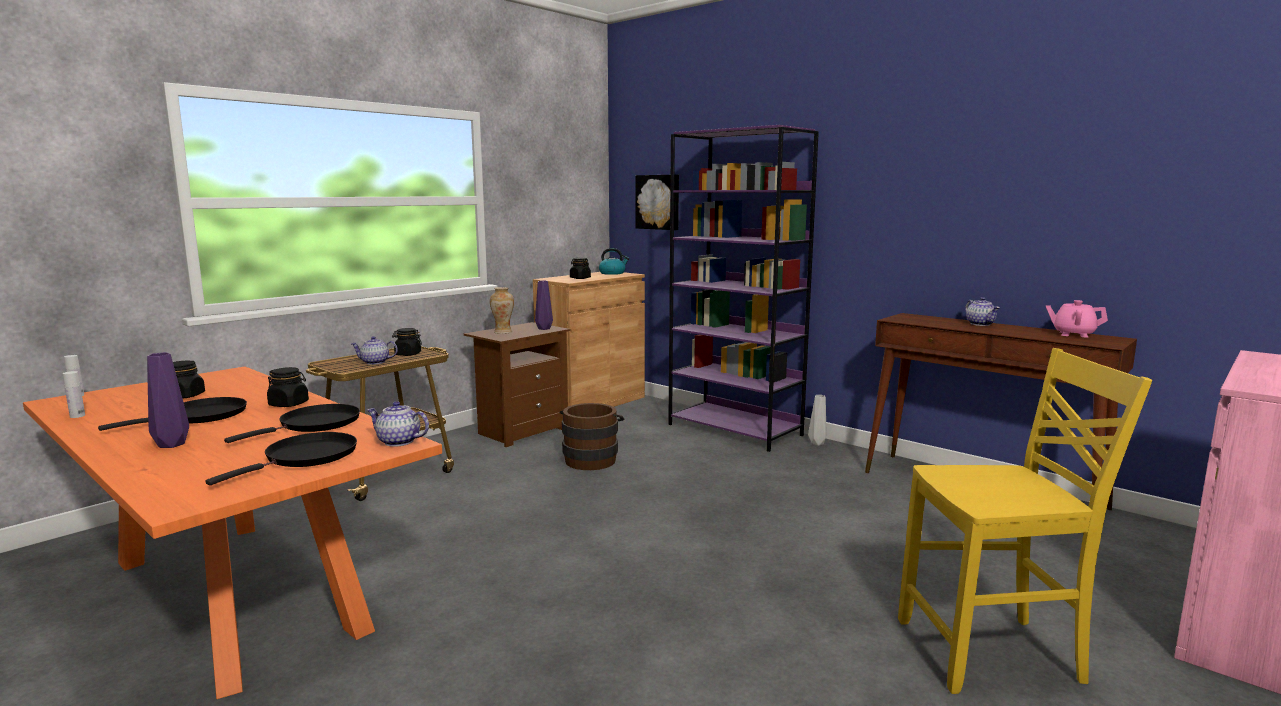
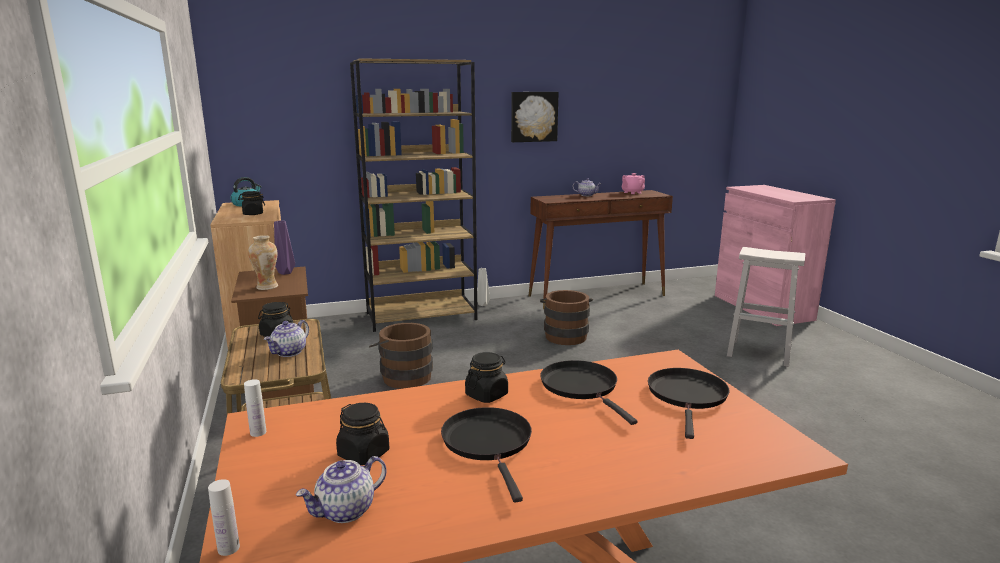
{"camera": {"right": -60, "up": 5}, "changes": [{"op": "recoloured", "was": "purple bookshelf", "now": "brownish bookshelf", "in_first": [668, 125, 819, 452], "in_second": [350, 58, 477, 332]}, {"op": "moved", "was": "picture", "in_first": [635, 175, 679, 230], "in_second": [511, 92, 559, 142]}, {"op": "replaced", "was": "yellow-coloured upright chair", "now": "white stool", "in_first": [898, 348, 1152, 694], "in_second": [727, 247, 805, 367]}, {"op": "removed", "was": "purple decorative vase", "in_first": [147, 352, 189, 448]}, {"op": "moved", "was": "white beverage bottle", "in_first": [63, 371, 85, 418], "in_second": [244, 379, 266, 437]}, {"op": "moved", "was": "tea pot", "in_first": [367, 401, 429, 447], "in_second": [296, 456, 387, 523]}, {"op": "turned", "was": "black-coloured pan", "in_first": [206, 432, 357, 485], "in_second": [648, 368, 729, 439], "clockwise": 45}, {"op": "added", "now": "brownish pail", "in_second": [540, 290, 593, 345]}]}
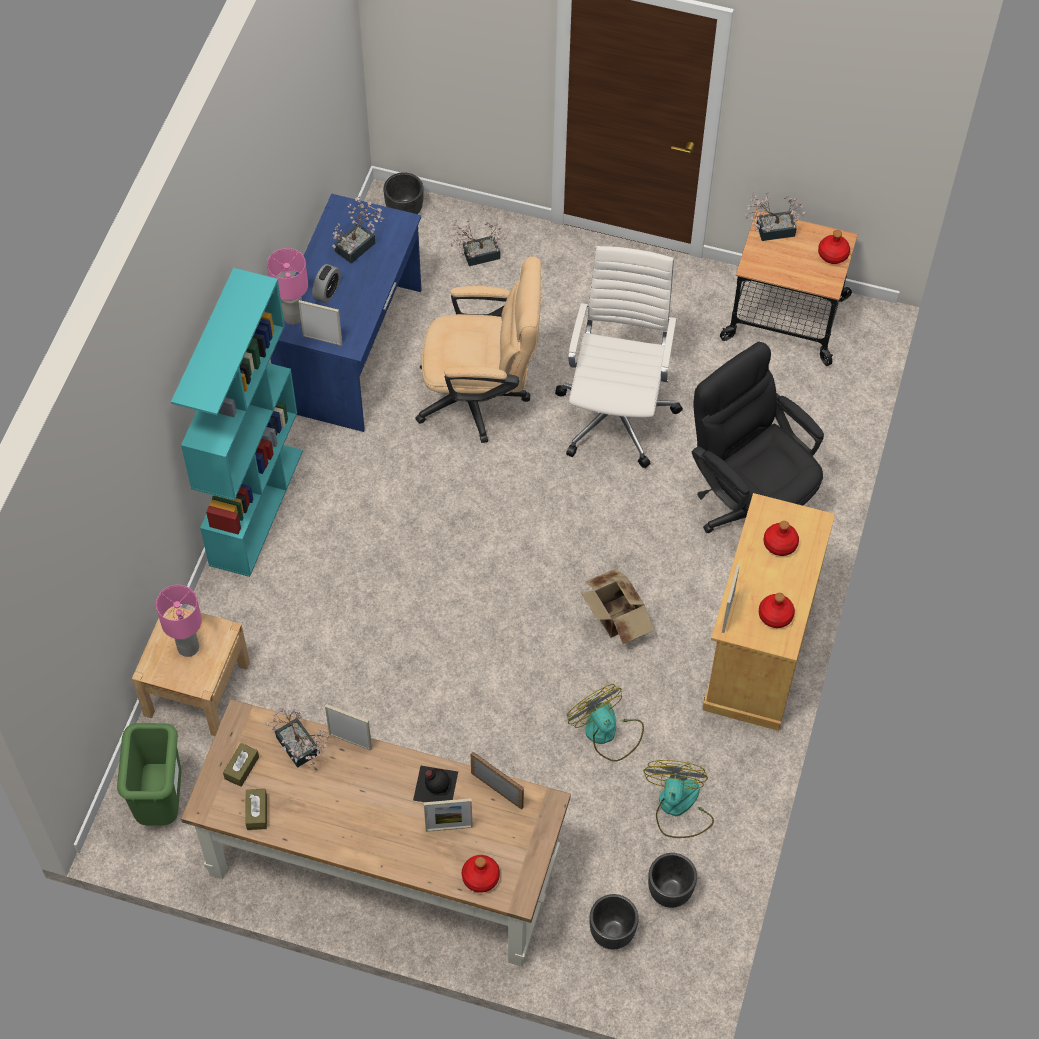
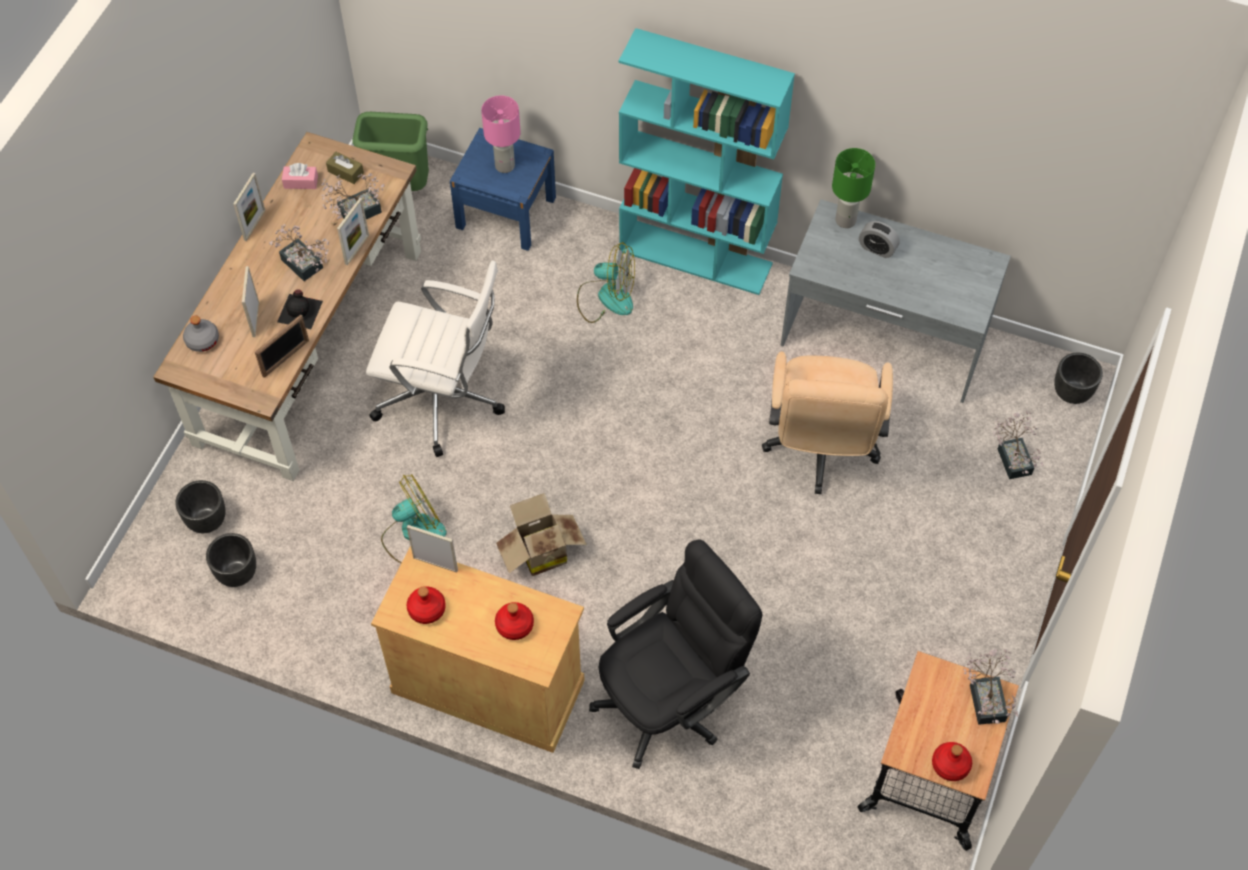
{"camera": {"right": 95, "up": 0}, "changes": [{"op": "recoloured", "was": "blue-coloured desk", "now": "grey desk", "in_first": [270, 194, 421, 432], "in_second": [781, 199, 1011, 403]}, {"op": "moved", "was": "houseplant", "in_first": [332, 196, 384, 264], "in_second": [269, 224, 329, 281]}, {"op": "moved", "was": "white computer chair", "in_first": [555, 246, 683, 468], "in_second": [366, 261, 505, 457]}, {"op": "recoloured", "was": "pink lamp for a table", "now": "green-coloured lamp for a table", "in_first": [267, 248, 308, 325], "in_second": [832, 148, 875, 228]}, {"op": "moved", "was": "picture frame", "in_first": [299, 300, 342, 346], "in_second": [233, 173, 265, 241]}, {"op": "recoloured", "was": "beige-coloured night table", "now": "blue-coloured night table", "in_first": [132, 606, 250, 736], "in_second": [450, 128, 556, 251]}, {"op": "moved", "was": "cooling fan", "in_first": [643, 760, 714, 838], "in_second": [577, 242, 635, 323]}, {"op": "recoloured", "was": "brownish box of tissues", "now": "pink box of tissues", "in_first": [245, 789, 267, 830], "in_second": [282, 163, 318, 189]}, {"op": "recoloured", "was": "red-coloured beverage bottle", "now": "grey beverage bottle", "in_first": [462, 855, 500, 893], "in_second": [183, 316, 219, 352]}]}
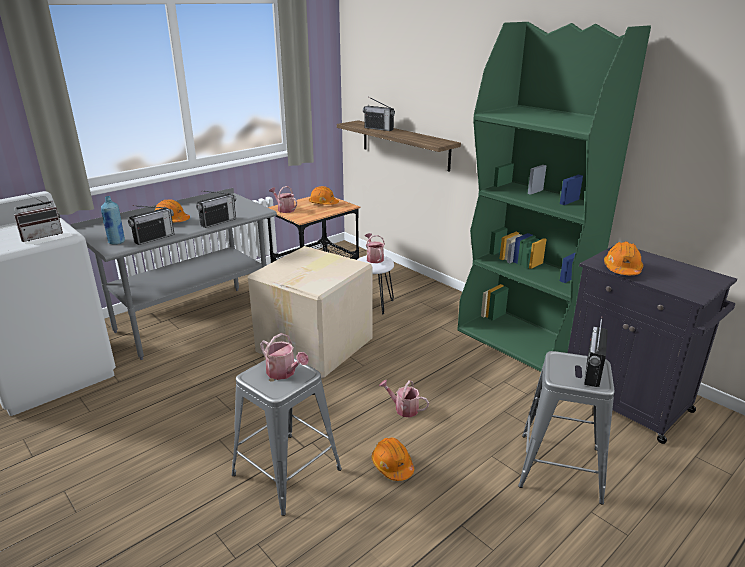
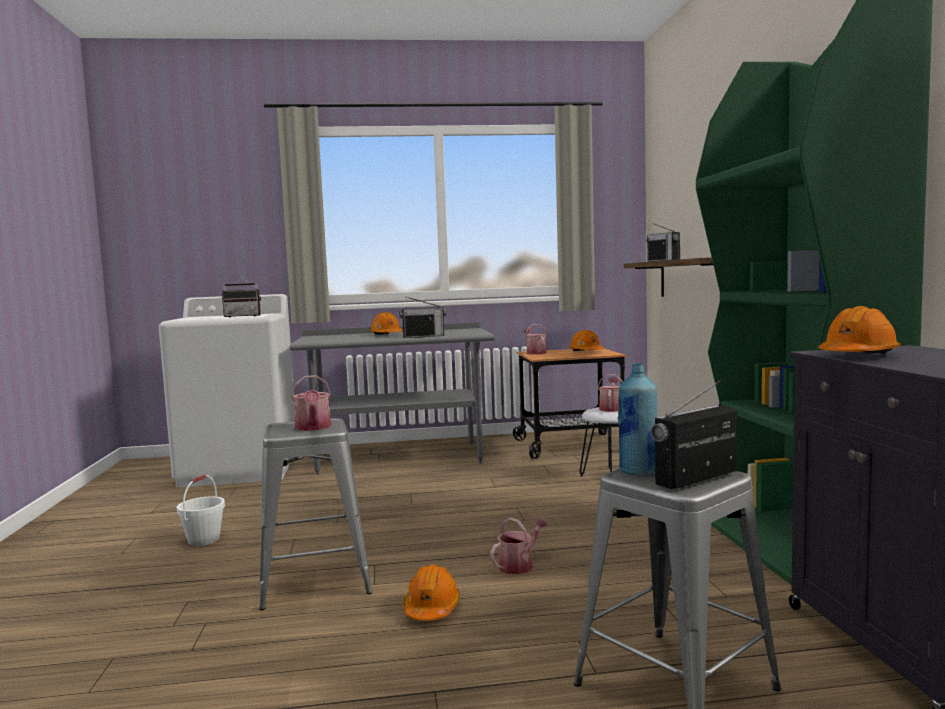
{"camera": {"right": 35, "up": -20}, "changes": [{"op": "moved", "was": "blue-coloured beverage bottle", "in_first": [101, 196, 125, 245], "in_second": [618, 363, 657, 476]}, {"op": "removed", "was": "radio receiver", "in_first": [128, 205, 175, 245]}, {"op": "removed", "was": "packing box", "in_first": [248, 246, 373, 379]}, {"op": "turned", "was": "watering can", "in_first": [379, 379, 429, 417], "in_second": [490, 517, 548, 575], "clockwise": 75}, {"op": "added", "now": "white pail", "in_second": [177, 475, 225, 546]}]}
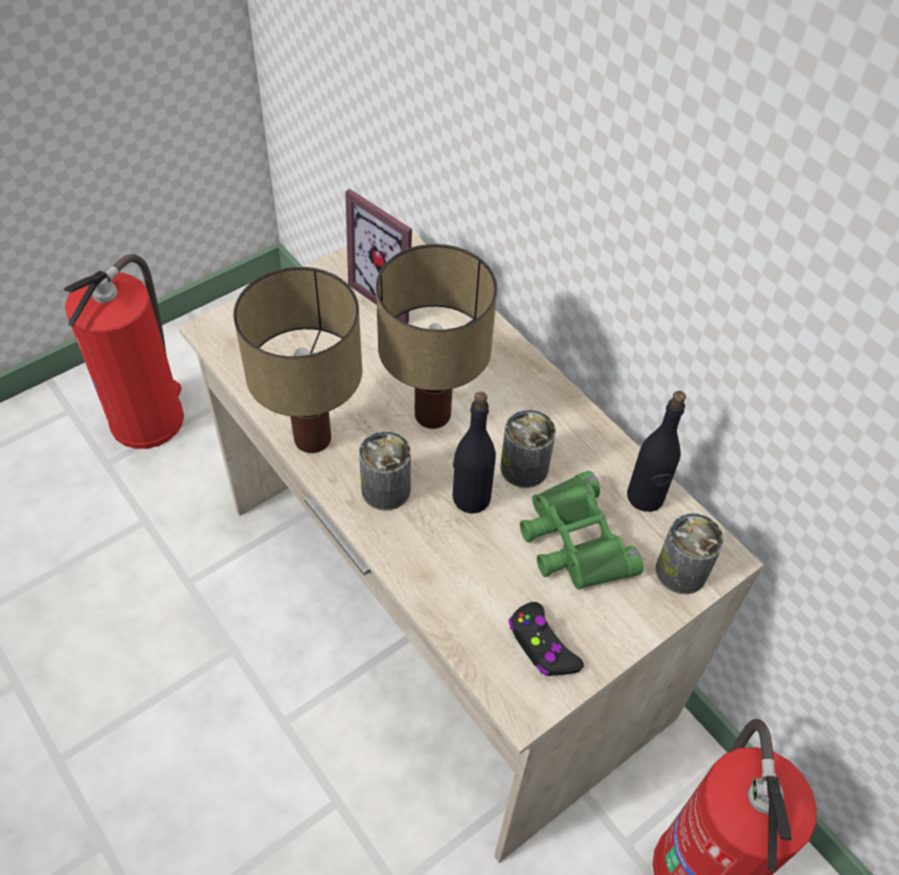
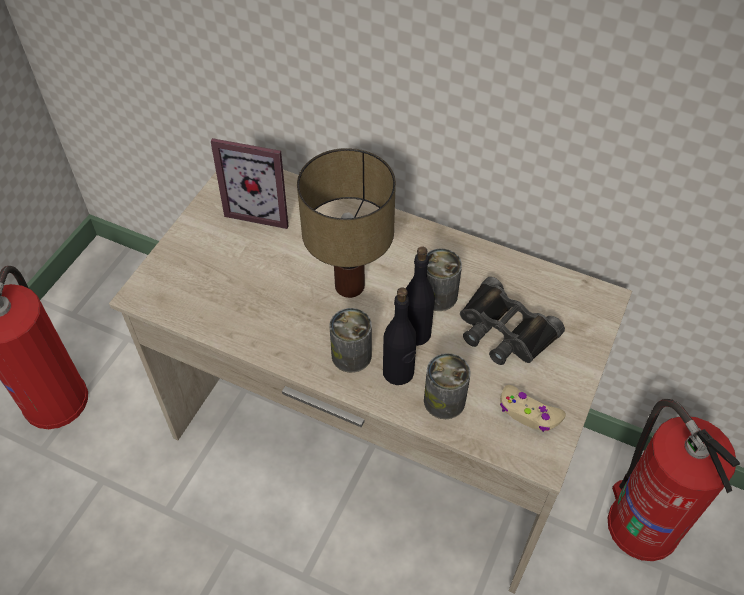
{"camera": {"right": -25, "up": 0}, "changes": [{"op": "removed", "was": "lamp for a table", "in_first": [234, 267, 362, 453]}, {"op": "moved", "was": "black-coloured beverage bottle", "in_first": [627, 391, 686, 512], "in_second": [383, 288, 417, 385]}, {"op": "recoloured", "was": "green-coloured pair of binoculars", "now": "black-coloured pair of binoculars", "in_first": [520, 470, 644, 590], "in_second": [460, 277, 565, 365]}, {"op": "moved", "was": "metal can", "in_first": [656, 513, 724, 594], "in_second": [424, 353, 471, 419]}, {"op": "recoloured", "was": "black-coloured joypad", "now": "beige-coloured joypad", "in_first": [509, 602, 584, 676], "in_second": [500, 385, 566, 432]}]}
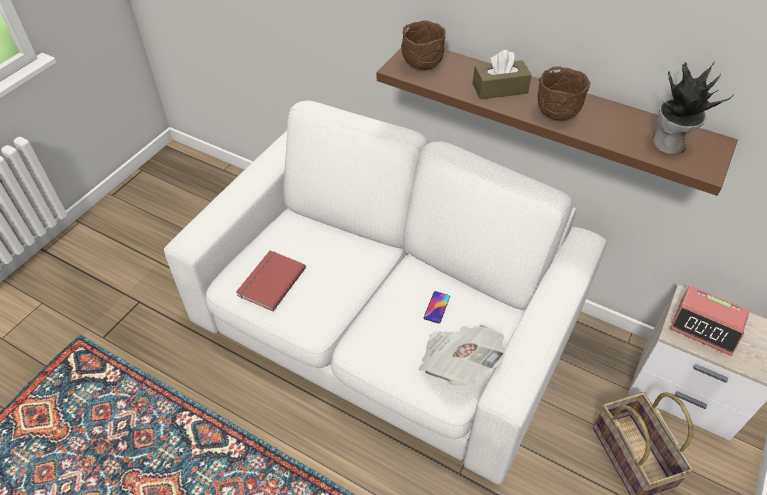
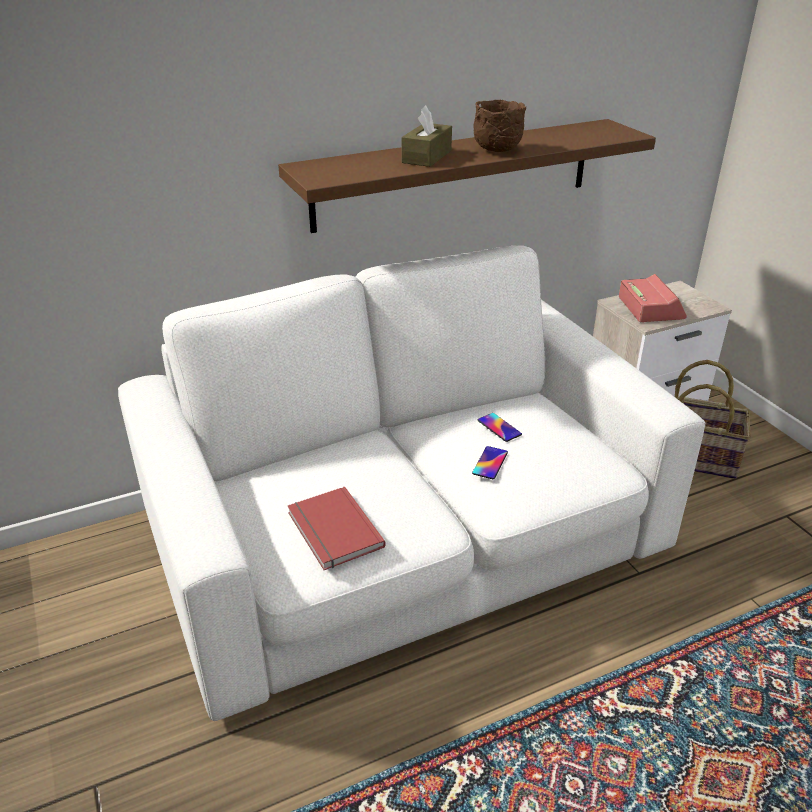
{"camera": {"right": -55, "up": -15}, "changes": [{"op": "removed", "was": "brownish deep dish", "in_first": [401, 20, 446, 70]}, {"op": "removed", "was": "houseplant", "in_first": [653, 61, 733, 154]}, {"op": "turned", "was": "alarm clock", "in_first": [670, 286, 750, 356], "in_second": [619, 274, 687, 322], "clockwise": -75}, {"op": "removed", "was": "newspaper", "in_first": [419, 325, 505, 386]}, {"op": "added", "now": "telephone", "in_second": [472, 446, 508, 479]}]}
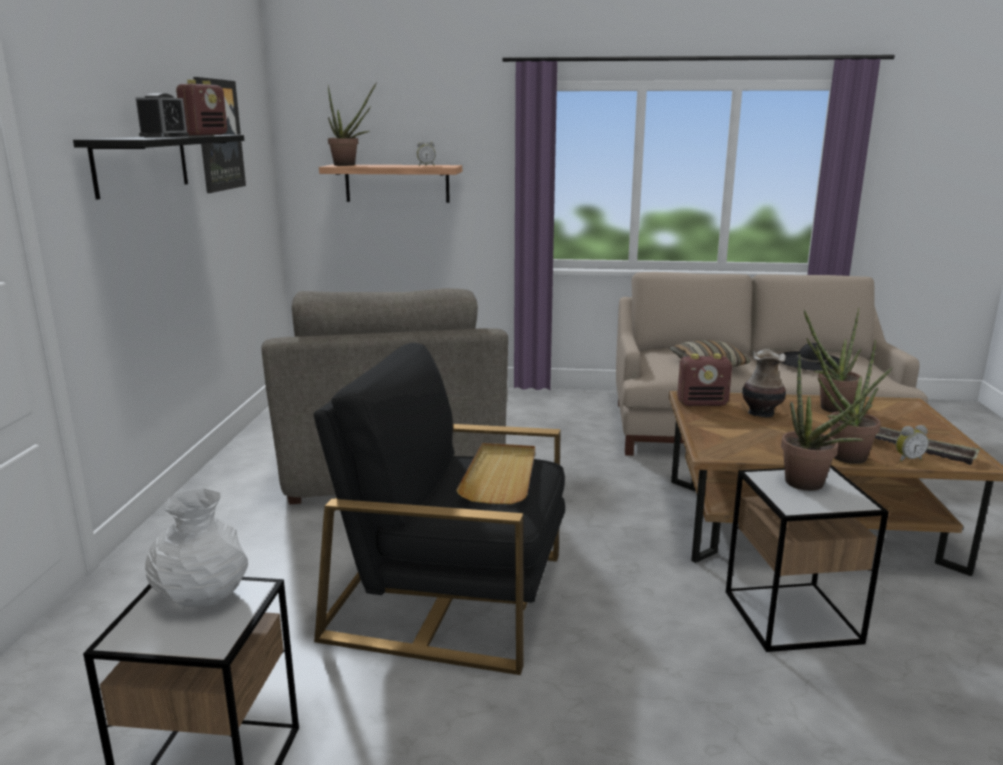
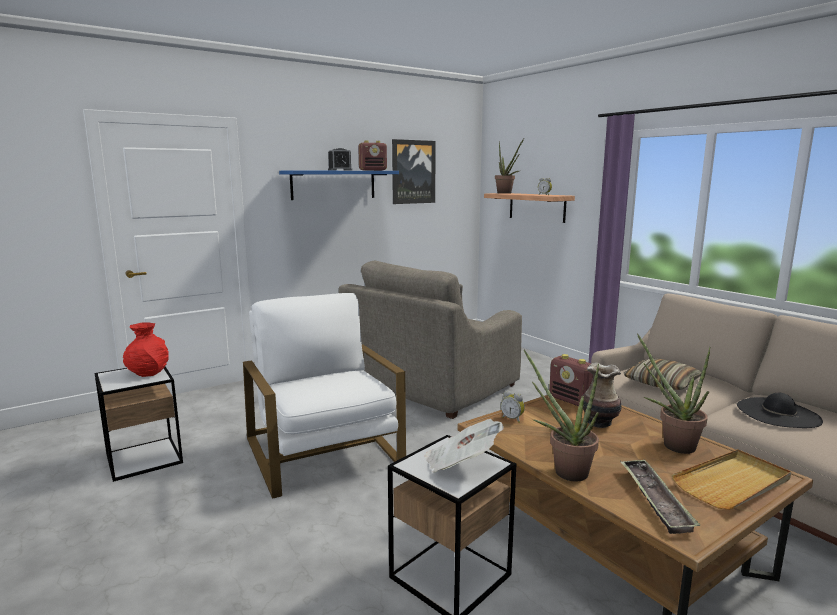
{"camera": {"right": 50, "up": -5}, "changes": [{"op": "recoloured", "was": "black-coloured bracket shelf", "now": "blue-coloured bracket shelf", "in_first": [73, 135, 244, 200], "in_second": [279, 170, 399, 200]}, {"op": "recoloured", "was": "black-coloured armchair", "now": "white armchair", "in_first": [314, 343, 565, 675], "in_second": [243, 293, 406, 499]}, {"op": "replaced", "was": "houseplant", "now": "newspaper", "in_first": [781, 354, 893, 491], "in_second": [425, 419, 504, 473]}, {"op": "moved", "was": "alarm clock", "in_first": [896, 425, 929, 462], "in_second": [501, 390, 525, 423]}, {"op": "moved", "was": "beige-coloured tray", "in_first": [456, 443, 535, 504], "in_second": [672, 449, 791, 510]}, {"op": "recoloured", "was": "white decorative vase", "now": "red-coloured decorative vase", "in_first": [145, 488, 248, 607], "in_second": [123, 323, 169, 377]}]}
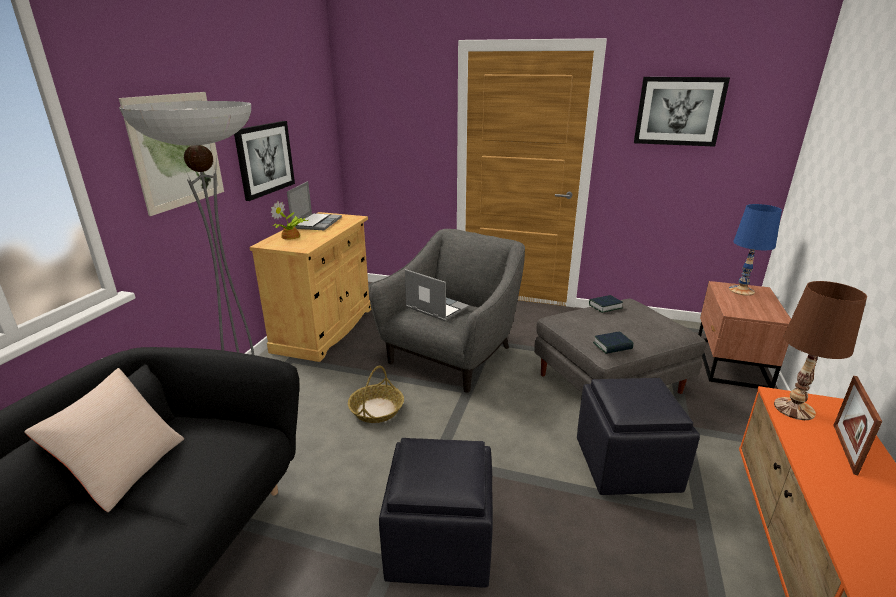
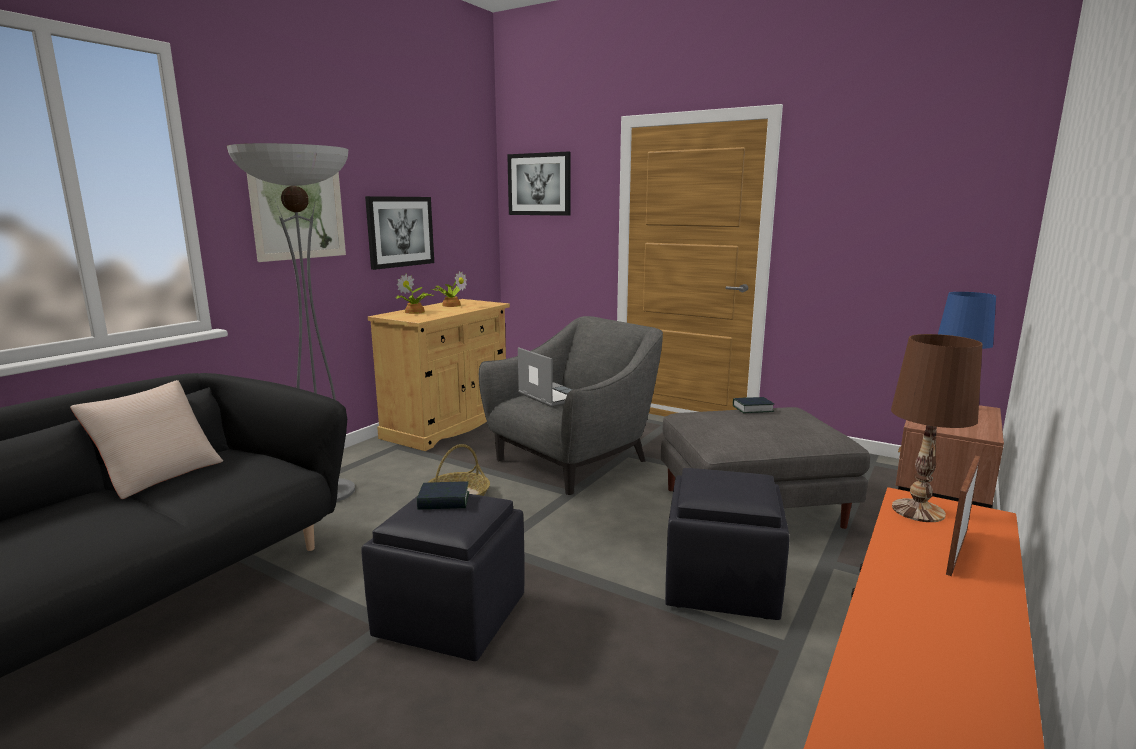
{"camera": {"right": 15, "up": -10}, "changes": [{"op": "moved", "was": "picture", "in_first": [634, 77, 730, 147], "in_second": [507, 152, 571, 216]}, {"op": "replaced", "was": "notebook computer", "now": "houseplant", "in_first": [287, 181, 342, 230], "in_second": [431, 271, 467, 307]}, {"op": "moved", "was": "bound book", "in_first": [593, 331, 633, 354], "in_second": [417, 481, 469, 510]}]}
